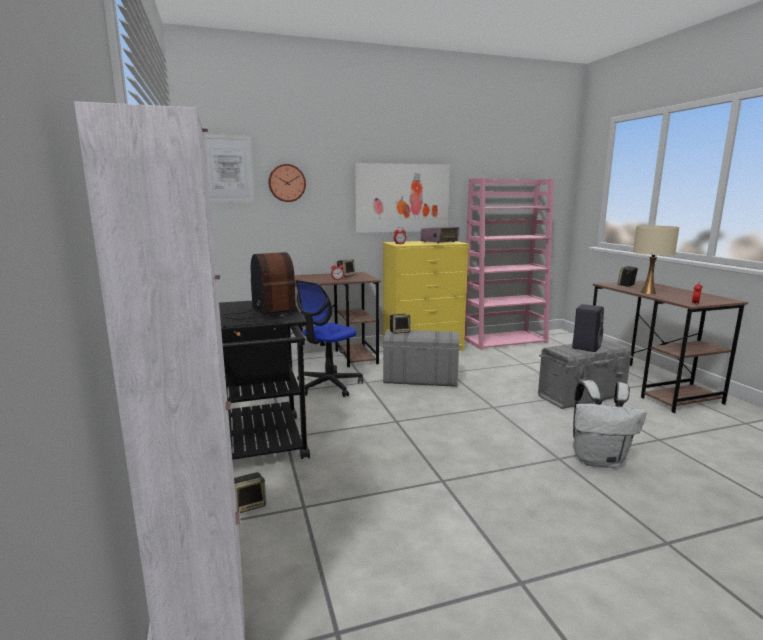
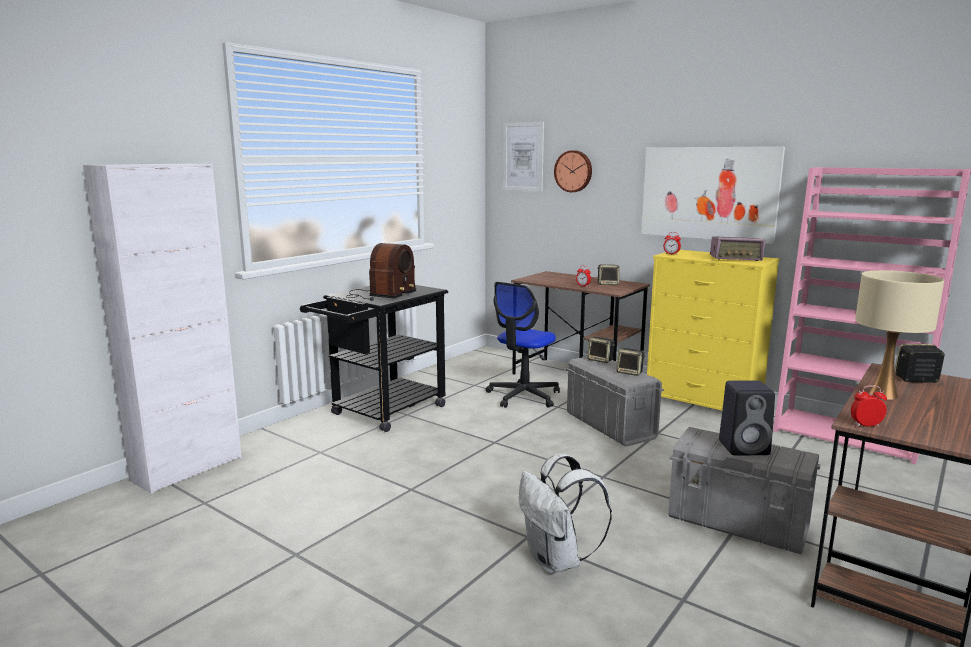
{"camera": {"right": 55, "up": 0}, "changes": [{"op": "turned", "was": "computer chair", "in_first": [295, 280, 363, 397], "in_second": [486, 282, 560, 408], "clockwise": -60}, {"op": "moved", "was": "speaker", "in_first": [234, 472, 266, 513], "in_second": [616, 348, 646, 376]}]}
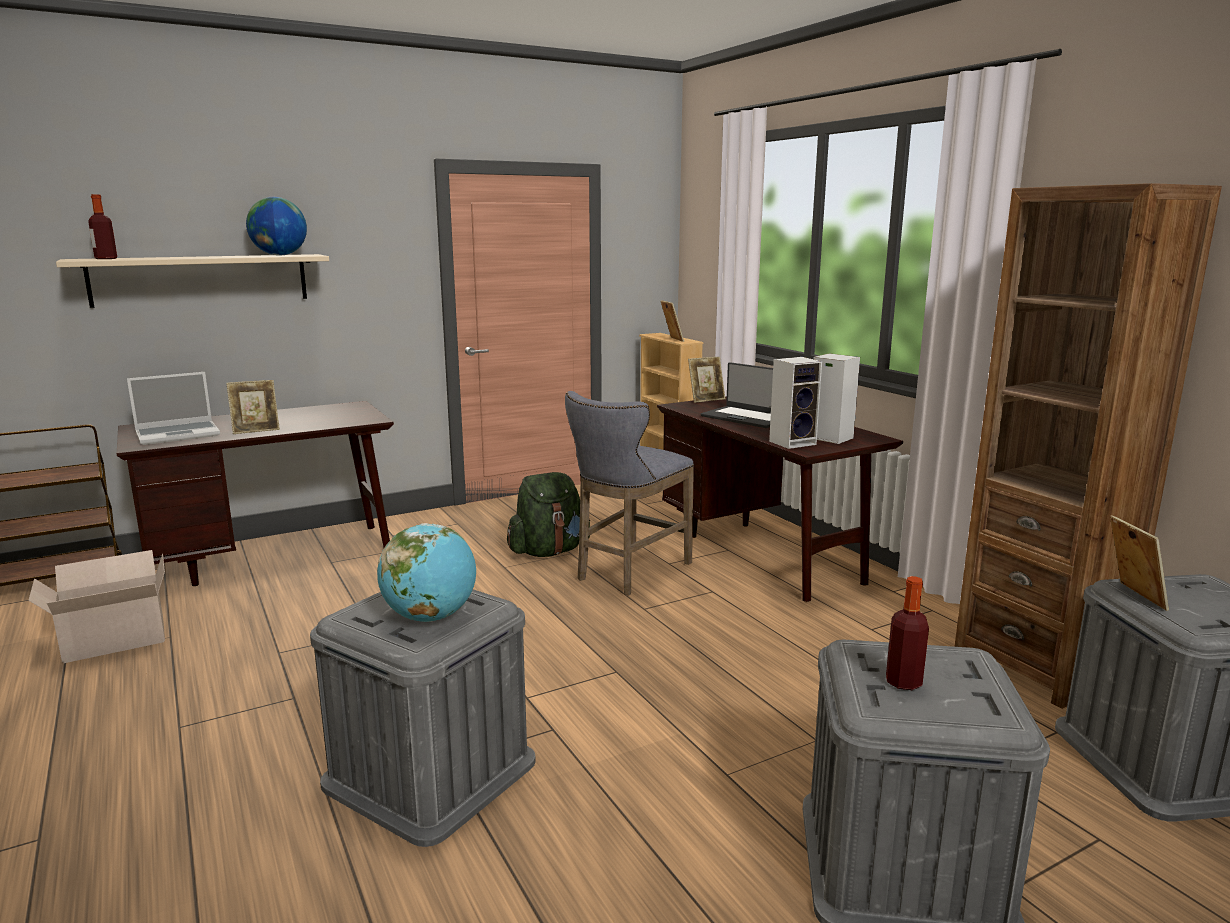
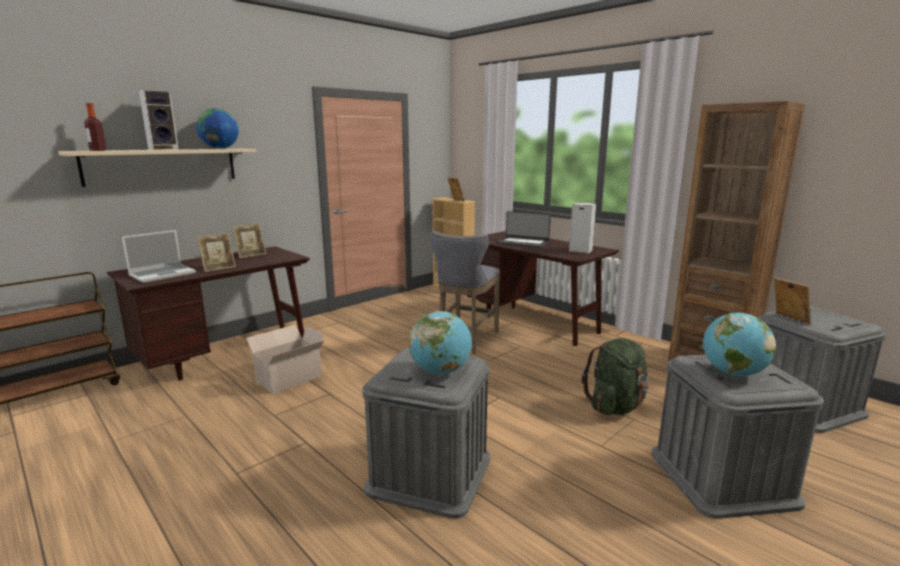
{"camera": {"right": -15, "up": 0}, "changes": [{"op": "moved", "was": "picture frame", "in_first": [688, 357, 726, 403], "in_second": [233, 224, 266, 258]}, {"op": "moved", "was": "speaker", "in_first": [769, 357, 822, 449], "in_second": [139, 89, 179, 150]}, {"op": "moved", "was": "green-coloured backpack", "in_first": [507, 472, 590, 557], "in_second": [581, 338, 649, 415]}, {"op": "moved", "was": "packing box", "in_first": [28, 550, 165, 663], "in_second": [243, 325, 325, 394]}, {"op": "replaced", "was": "beverage bottle", "now": "world globe", "in_first": [886, 576, 929, 690], "in_second": [703, 313, 776, 376]}]}
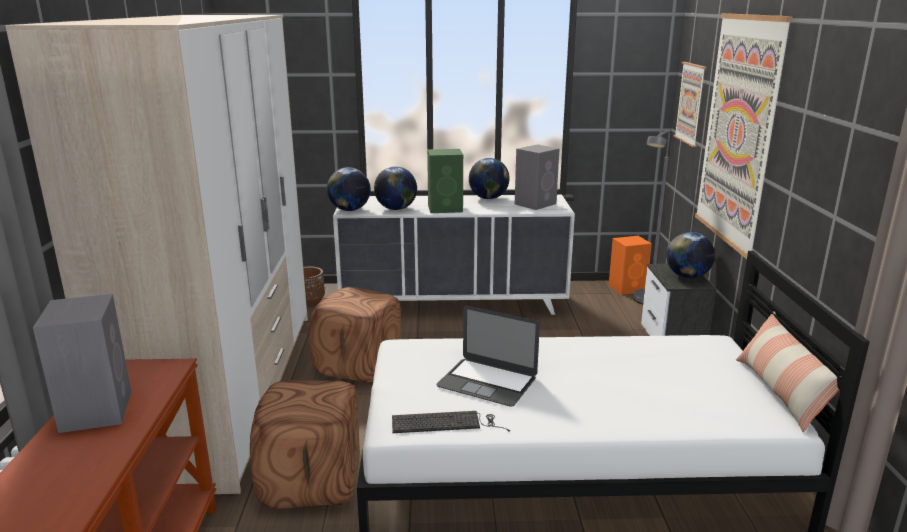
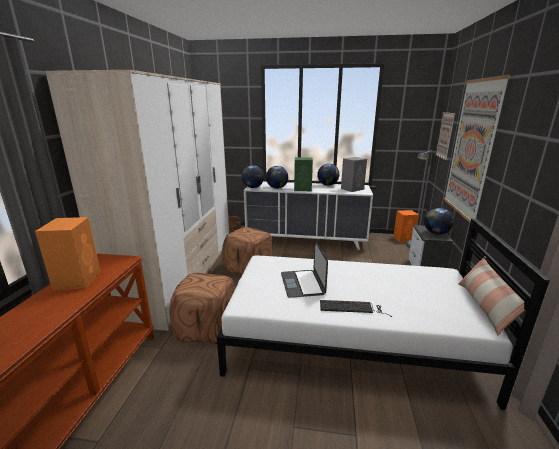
{"camera": {"right": 10, "up": 0}, "changes": [{"op": "recoloured", "was": "grey speaker", "now": "orange speaker", "in_first": [33, 294, 132, 433], "in_second": [35, 217, 100, 290]}, {"op": "turned", "was": "notebook computer", "in_first": [436, 306, 540, 407], "in_second": [281, 240, 328, 298], "clockwise": 45}, {"op": "moved", "was": "keyboard", "in_first": [392, 411, 510, 433], "in_second": [320, 300, 392, 317]}]}
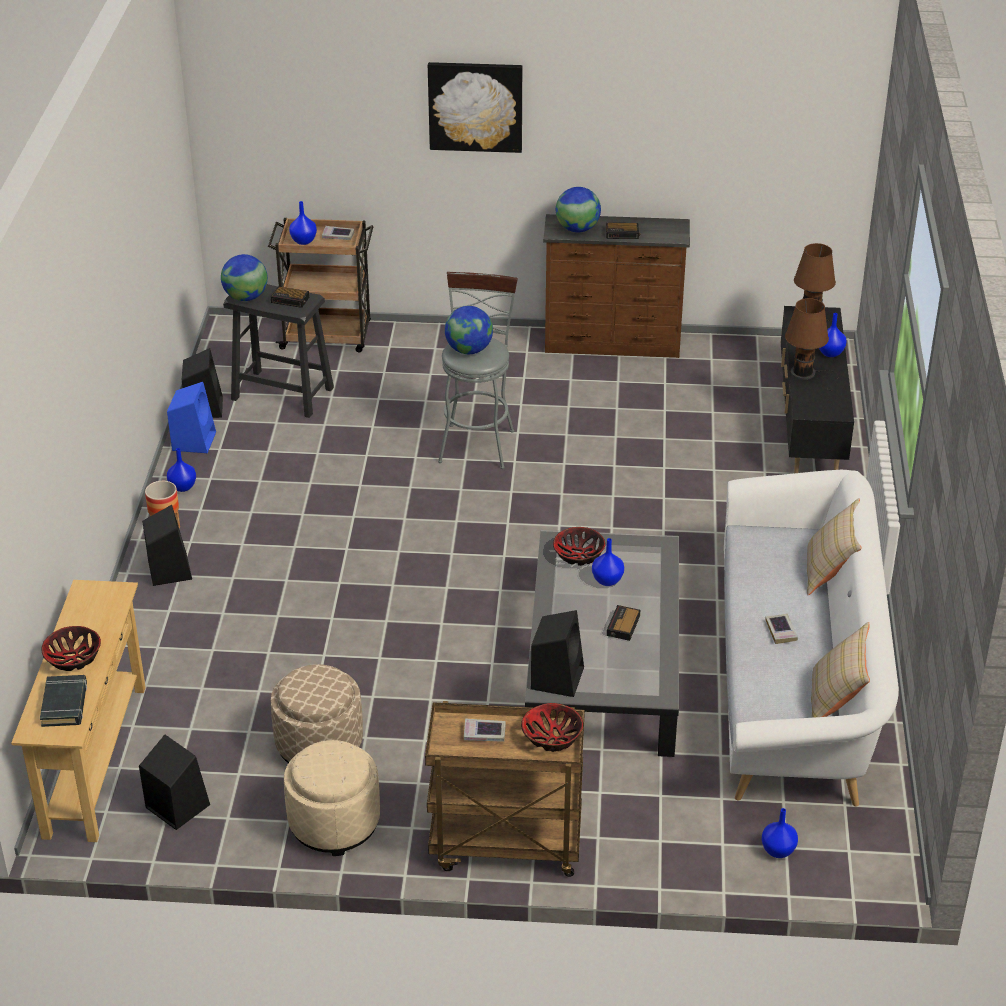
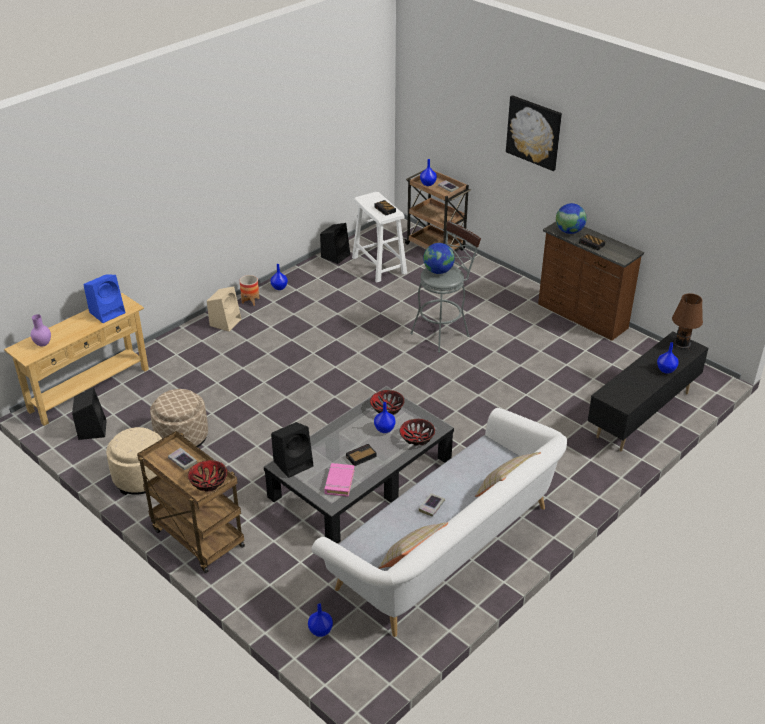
{"camera": {"right": 40, "up": 0}, "changes": [{"op": "removed", "was": "world globe", "in_first": [221, 254, 268, 301]}, {"op": "recoloured", "was": "black-coloured stool", "now": "white stool", "in_first": [223, 284, 334, 418], "in_second": [352, 192, 407, 282]}, {"op": "removed", "was": "brownish lamp for a table", "in_first": [785, 298, 838, 391]}, {"op": "moved", "was": "blue-coloured speaker", "in_first": [167, 382, 216, 453], "in_second": [84, 274, 125, 323]}, {"op": "recoloured", "was": "black-coloured speaker", "now": "beige-coloured speaker", "in_first": [142, 505, 192, 586], "in_second": [207, 286, 241, 332]}, {"op": "moved", "was": "deep dish", "in_first": [42, 626, 101, 671], "in_second": [400, 419, 435, 446]}, {"op": "replaced", "was": "black-coloured bound book", "now": "purple decorative vase", "in_first": [40, 675, 87, 727], "in_second": [31, 314, 51, 346]}, {"op": "added", "now": "pink bound book", "in_second": [324, 463, 355, 496]}]}
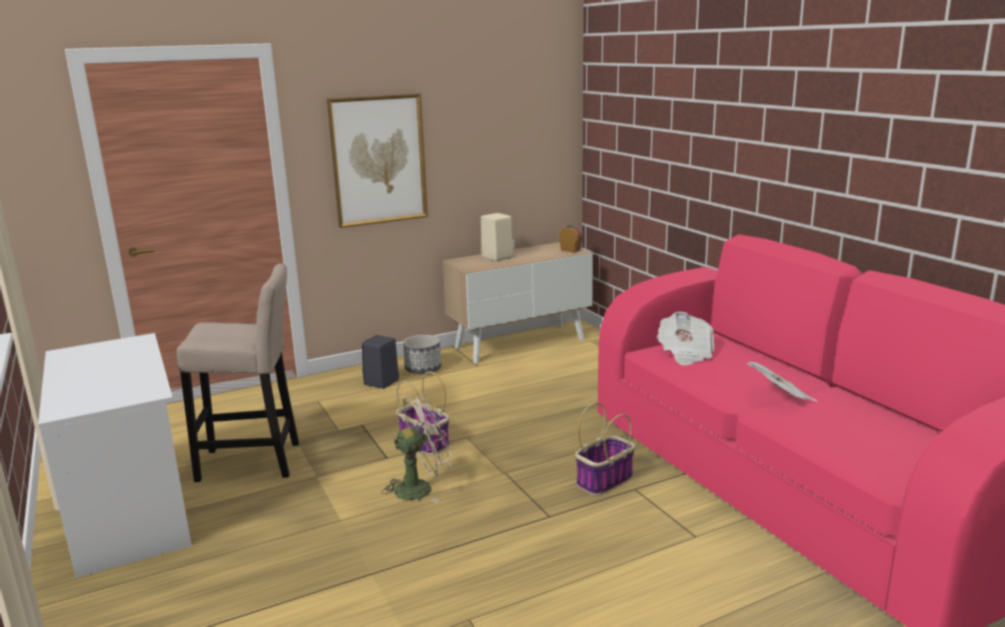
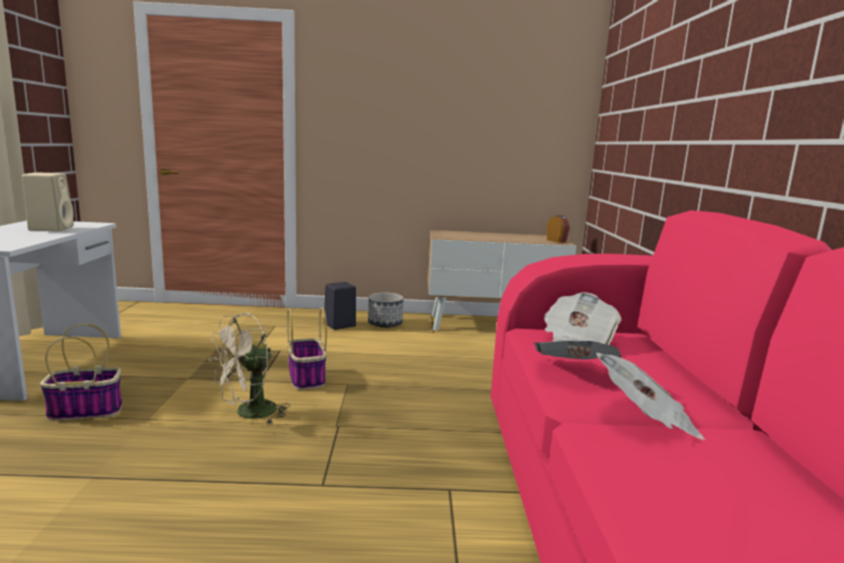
{"camera": {"right": 25, "up": -5}, "changes": [{"op": "removed", "was": "picture", "in_first": [327, 93, 428, 228]}, {"op": "moved", "was": "beige-coloured speaker", "in_first": [481, 213, 515, 261], "in_second": [22, 172, 74, 231]}, {"op": "removed", "was": "beige-coloured stool", "in_first": [176, 263, 299, 482]}, {"op": "turned", "was": "beige-coloured cooling fan", "in_first": [381, 394, 452, 503], "in_second": [209, 313, 290, 424], "clockwise": 135}, {"op": "moved", "was": "storage basket", "in_first": [575, 402, 635, 496], "in_second": [40, 324, 122, 421]}, {"op": "added", "now": "newspaper", "in_second": [534, 341, 622, 360]}]}
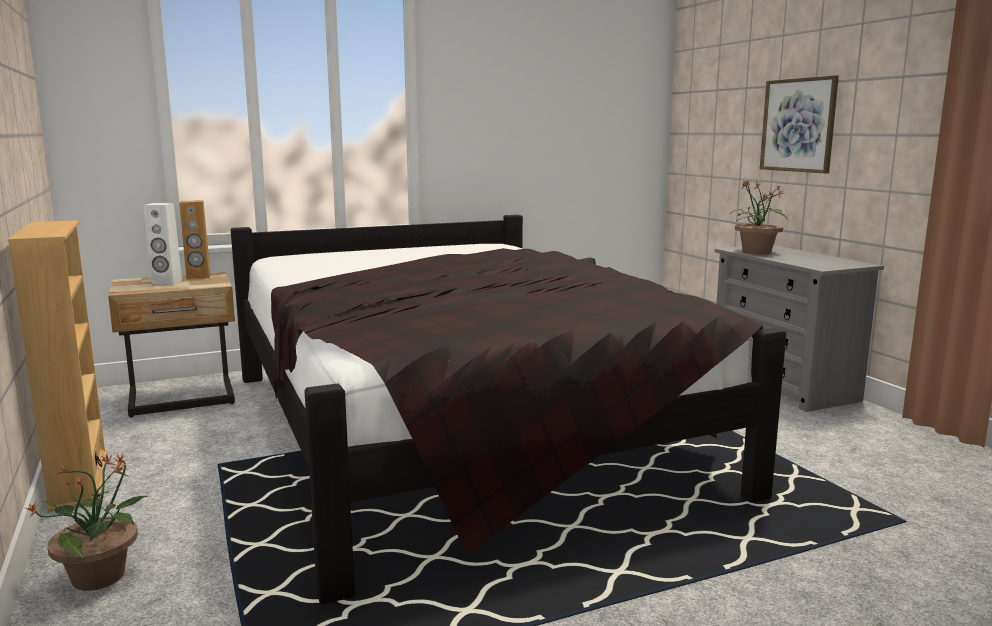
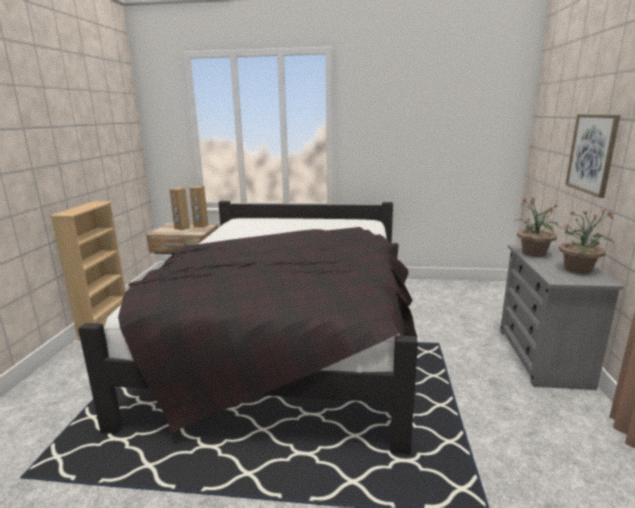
{"camera": {"right": 30, "up": 5}, "changes": [{"op": "recoloured", "was": "white speaker", "now": "brownish speaker", "in_first": [143, 203, 182, 285], "in_second": [169, 187, 190, 230]}, {"op": "moved", "was": "houseplant", "in_first": [25, 453, 148, 591], "in_second": [559, 208, 614, 274]}]}
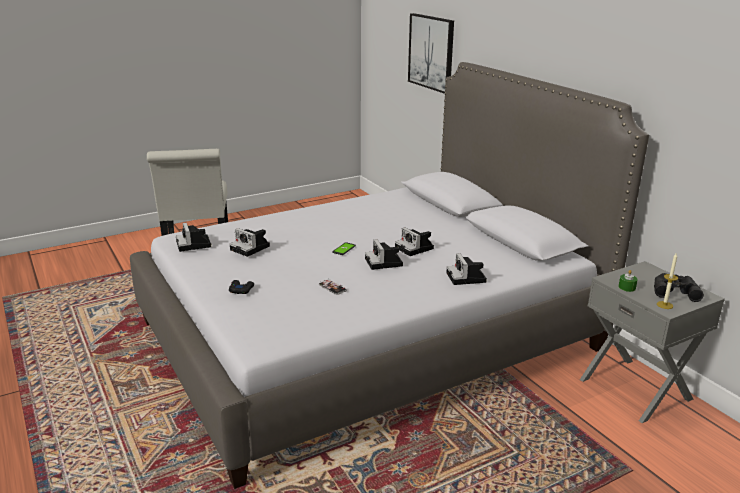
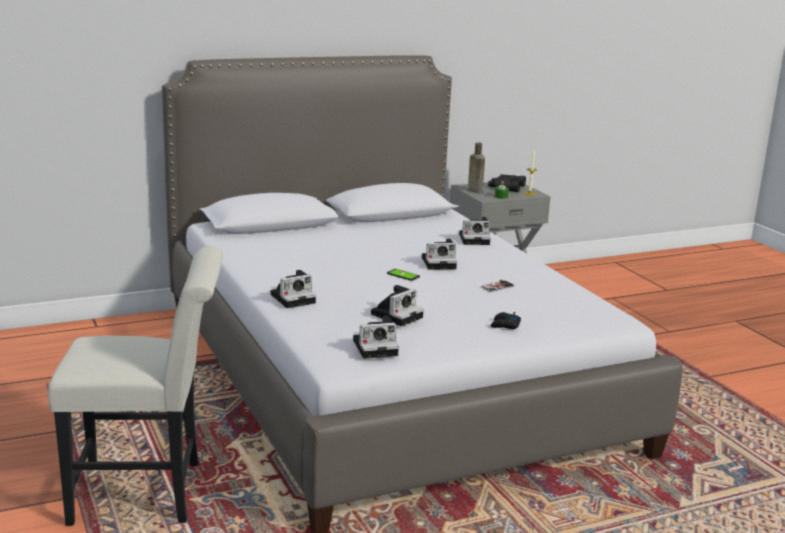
{"camera": {"right": -85, "up": -5}, "changes": [{"op": "removed", "was": "picture", "in_first": [408, 13, 454, 94]}, {"op": "moved", "was": "photo camera", "in_first": [395, 227, 434, 256], "in_second": [271, 270, 316, 308]}, {"op": "added", "now": "brownish beverage bottle", "in_second": [468, 142, 485, 193]}]}
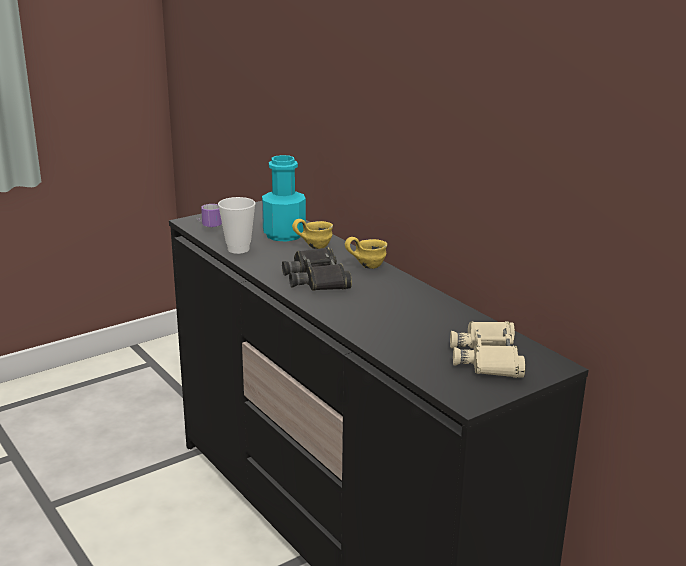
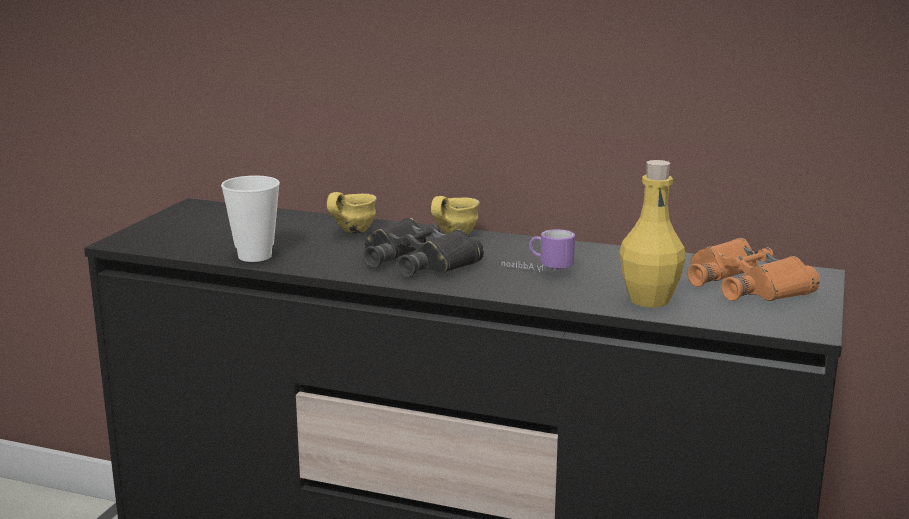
{"camera": {"right": -35, "up": -5}, "changes": [{"op": "removed", "was": "turquoise-coloured beverage bottle", "in_first": [262, 155, 306, 242]}, {"op": "moved", "was": "tea mug", "in_first": [196, 204, 222, 229], "in_second": [501, 229, 575, 272]}, {"op": "recoloured", "was": "beige-coloured pair of binoculars", "now": "orange pair of binoculars", "in_first": [450, 321, 525, 378], "in_second": [688, 238, 820, 301]}, {"op": "added", "now": "yellow-coloured beverage bottle", "in_second": [620, 160, 686, 308]}]}
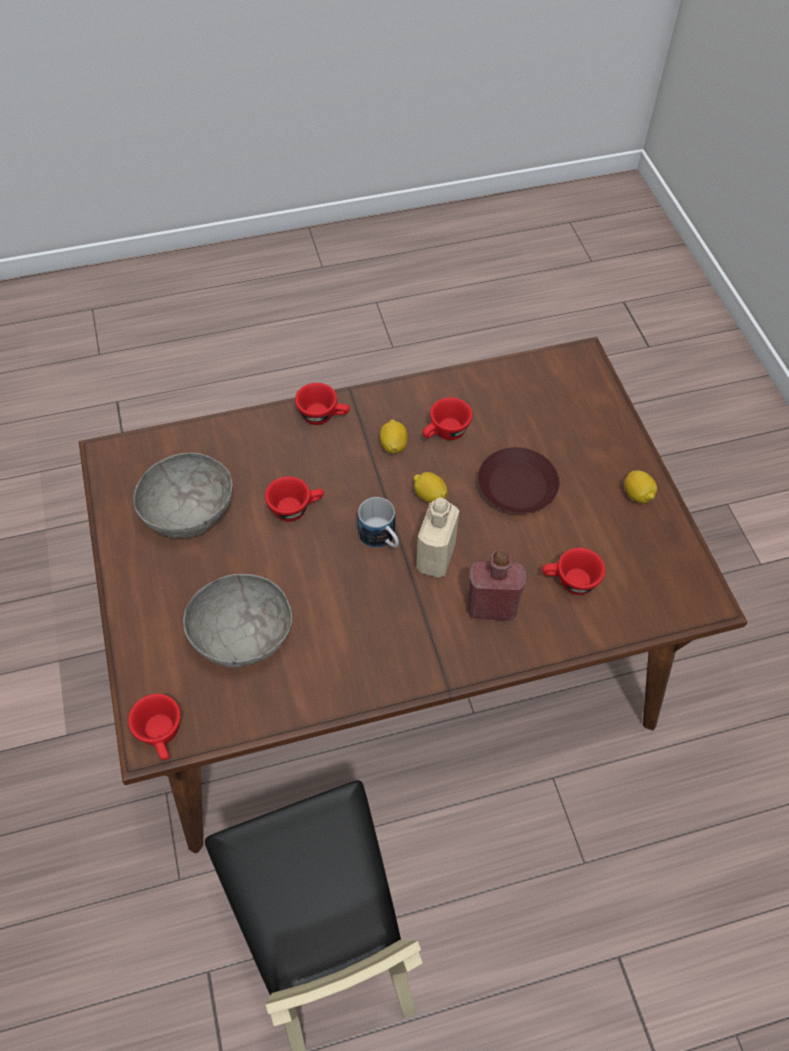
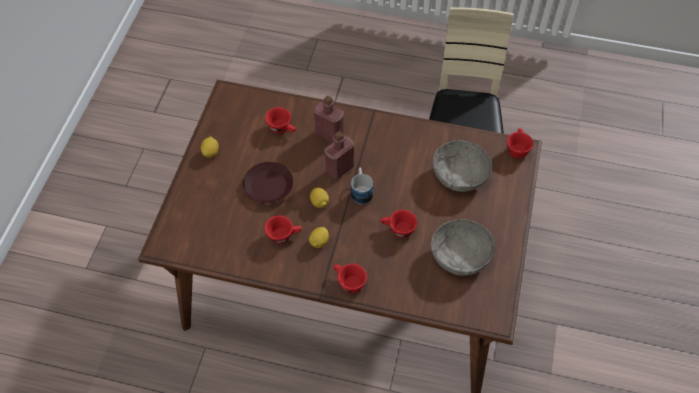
{"camera": {"right": -150, "up": 0}, "changes": [{"op": "recoloured", "was": "beige-coloured beverage bottle", "now": "red-coloured beverage bottle", "in_first": [416, 497, 459, 577], "in_second": [324, 131, 354, 180]}]}
